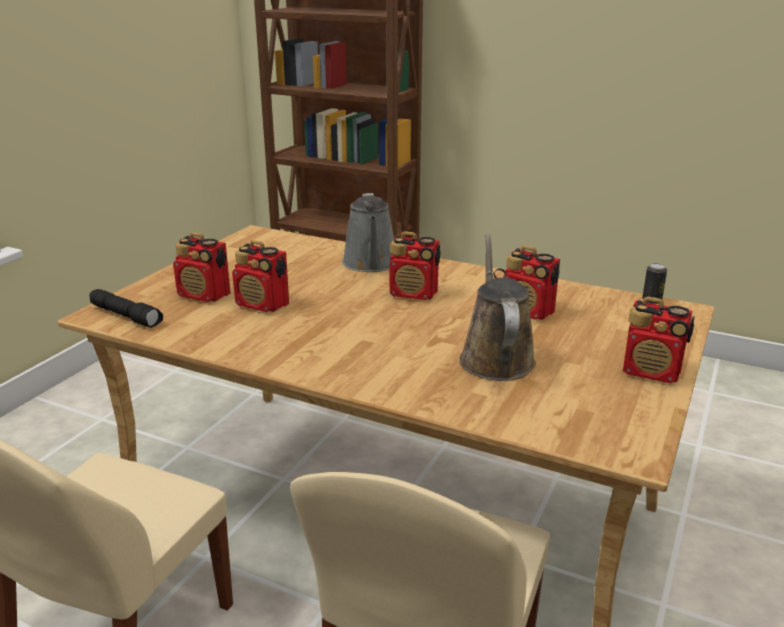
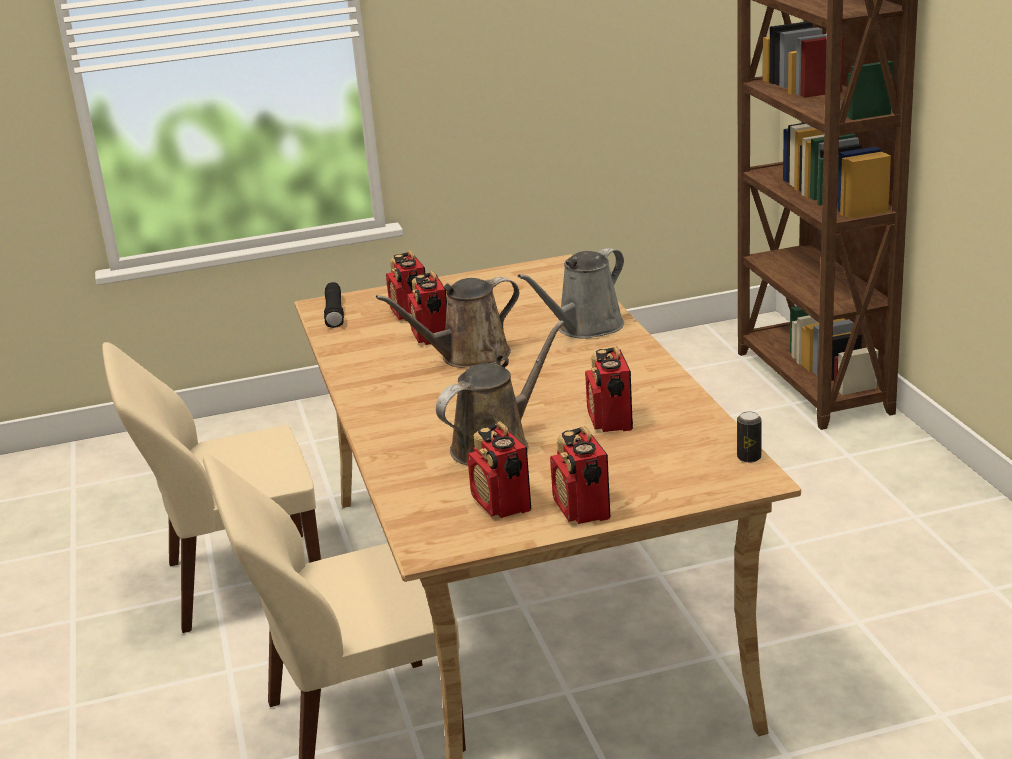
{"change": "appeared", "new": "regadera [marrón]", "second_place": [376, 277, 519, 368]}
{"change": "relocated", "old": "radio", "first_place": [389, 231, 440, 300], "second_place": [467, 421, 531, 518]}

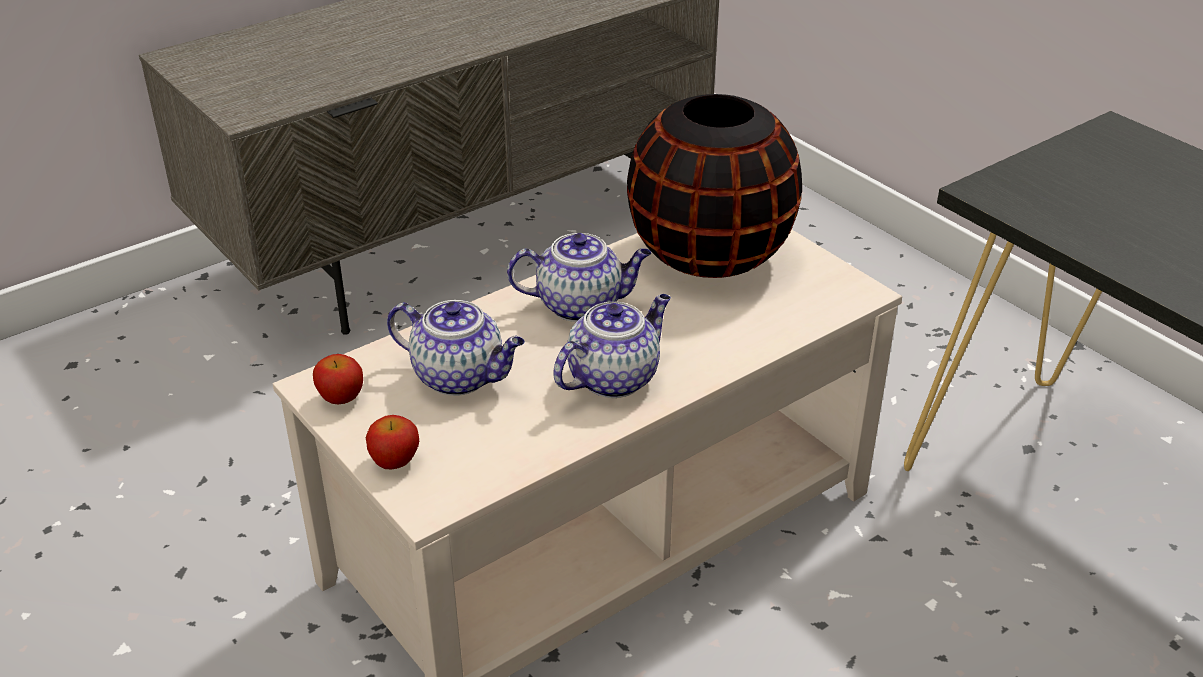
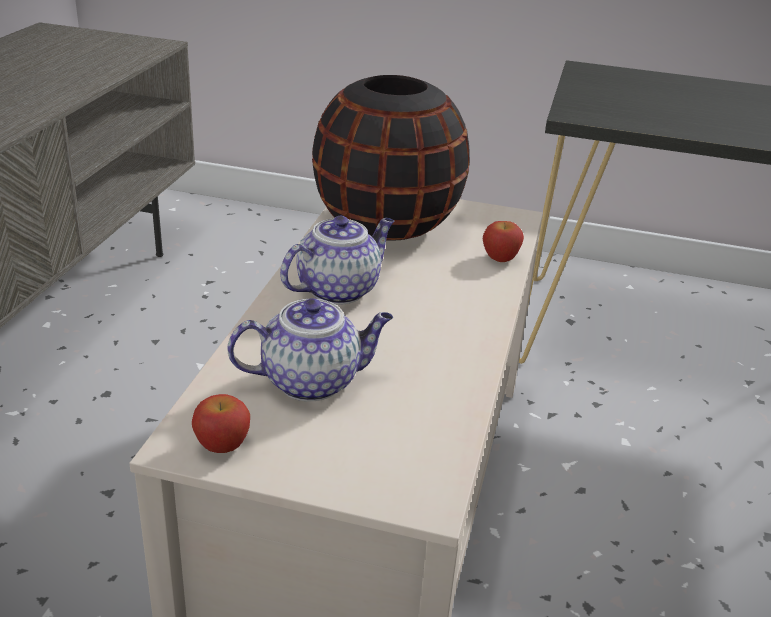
{"change": "relocated", "old": "manzana", "first_place": [366, 415, 419, 470], "second_place": [483, 221, 524, 262]}
{"change": "missing", "old": "tetera", "first_place": [553, 294, 671, 398]}

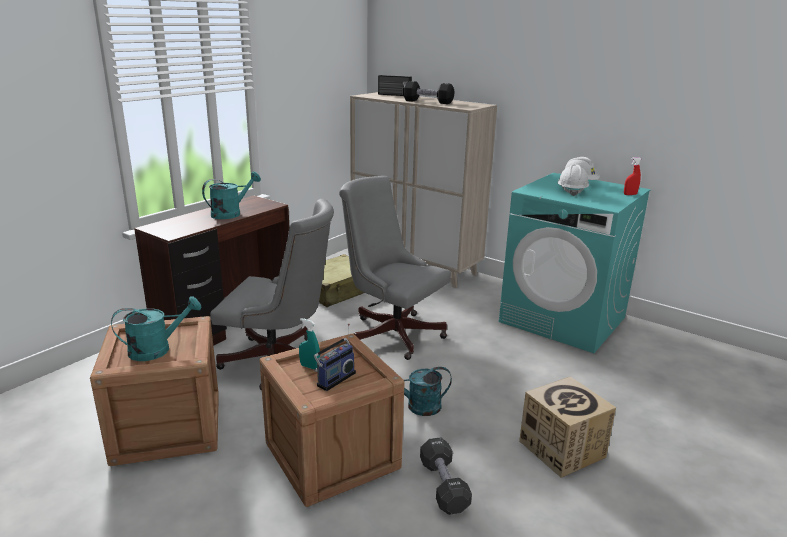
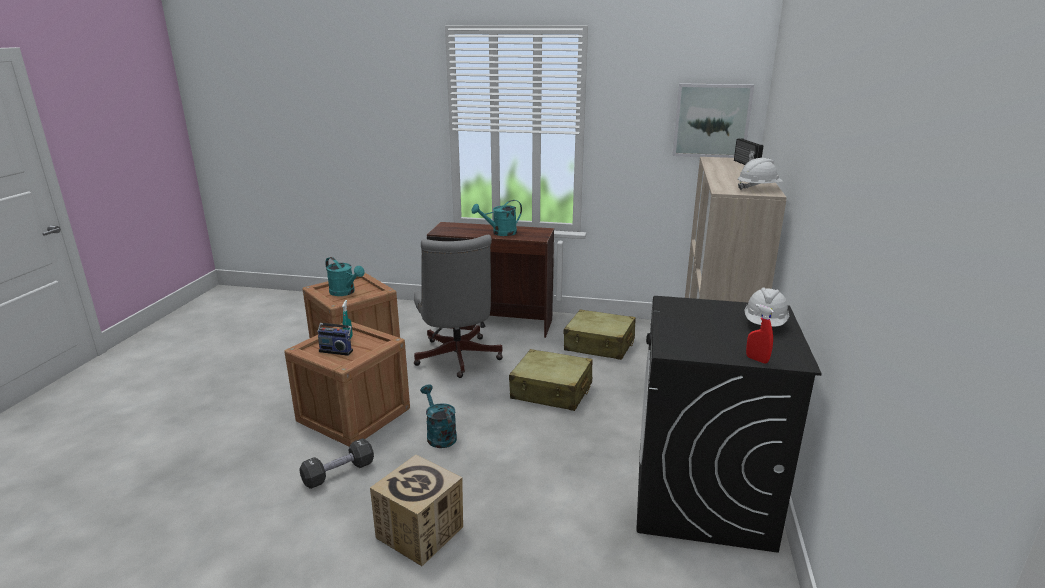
{"change": "spun", "old": "regadera [turquesa]", "first_place": [202, 171, 261, 219], "second_place": [472, 200, 522, 236], "degrees": 135}
{"change": "exchanged", "old": "silla de oficina [gris]", "new": "maleta [beis]", "first_place": [339, 176, 451, 360], "second_place": [509, 349, 593, 411]}
{"change": "colour", "old": "lavadora [turquesa]", "new": "lavadora [negro]", "first_place": [499, 173, 651, 353], "second_place": [636, 296, 822, 553]}
{"change": "appeared", "new": "cuadro", "second_place": [673, 83, 754, 158]}
{"change": "relocated", "old": "casco [blanco]", "first_place": [557, 164, 589, 197], "second_place": [738, 158, 784, 190]}
{"change": "missing", "old": "mancuerna [negro]", "first_place": [403, 81, 454, 104]}

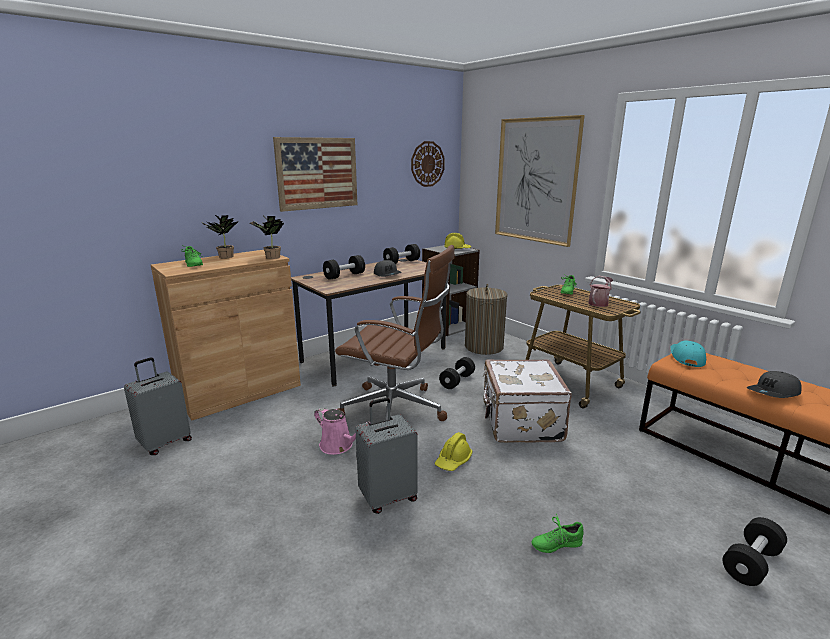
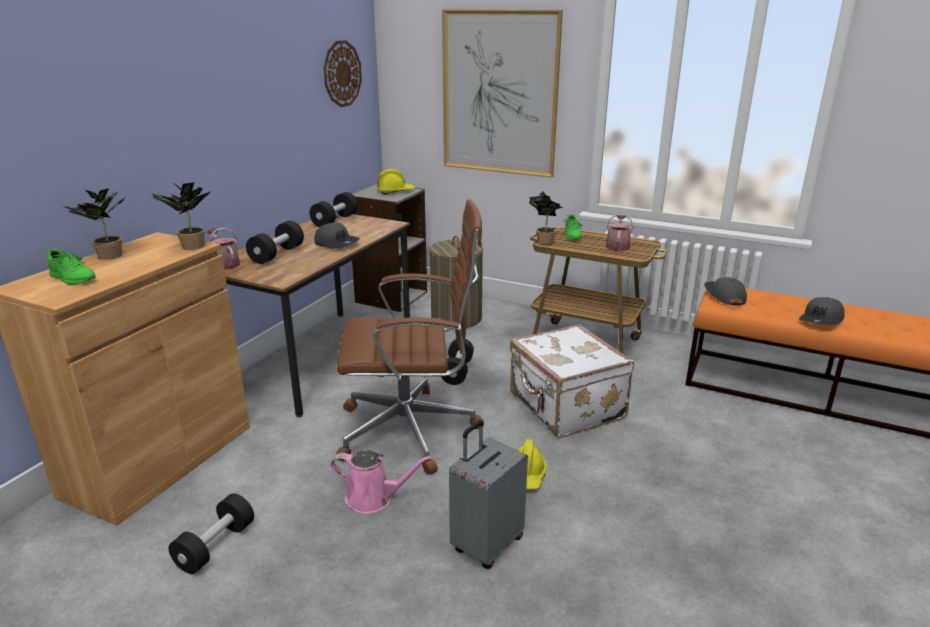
{"change": "relocated", "old": "mancuerna [negro]", "first_place": [723, 517, 787, 586], "second_place": [168, 493, 254, 574]}
{"change": "appeared", "new": "regadera", "second_place": [207, 227, 240, 270]}
{"change": "appeared", "new": "planta en maceta", "second_place": [529, 191, 563, 245]}
{"change": "colour", "old": "gorra [turquesa]", "new": "gorra [gris]", "first_place": [671, 341, 706, 367], "second_place": [704, 277, 747, 305]}
{"change": "missing", "old": "maleta [gris]", "first_place": [124, 358, 192, 455]}
{"change": "missing", "old": "cuadro", "first_place": [273, 137, 358, 212]}
{"change": "missing", "old": "zapato [verde]", "first_place": [531, 513, 584, 553]}

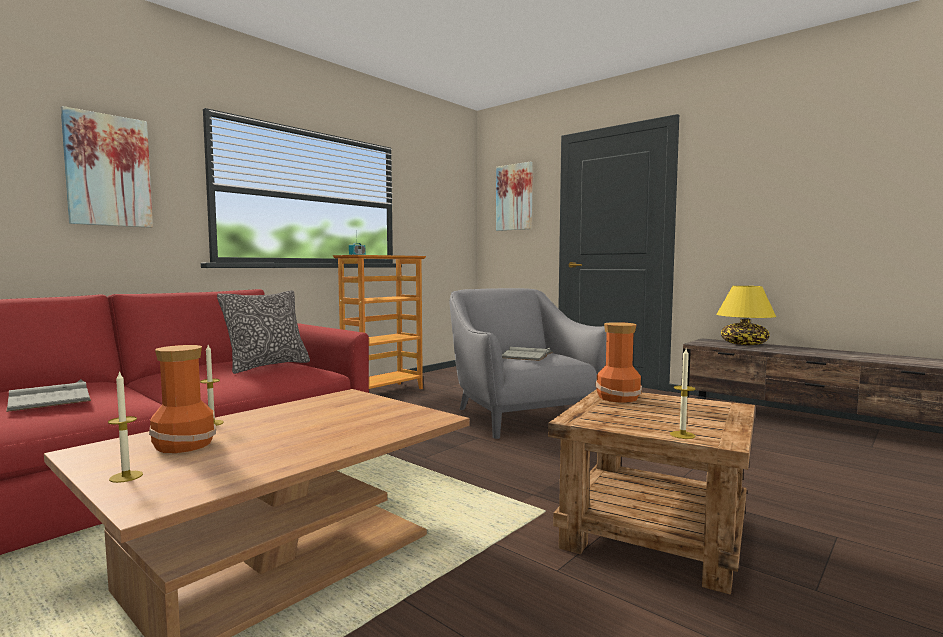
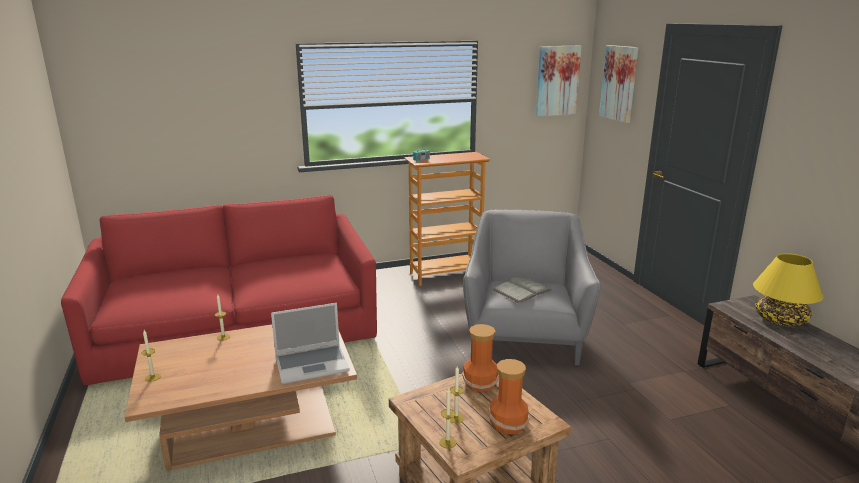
{"change": "appeared", "new": "portátil", "second_place": [271, 303, 350, 384]}
{"change": "appeared", "new": "vela", "second_place": [450, 366, 464, 424]}
{"change": "relocated", "old": "florero", "first_place": [149, 345, 216, 453], "second_place": [488, 359, 529, 434]}
{"change": "relocated", "old": "cuadro", "first_place": [61, 106, 153, 228], "second_place": [536, 46, 582, 117]}
{"change": "missing", "old": "libro [gris]", "first_place": [6, 379, 91, 412]}
{"change": "missing", "old": "cojín", "first_place": [217, 290, 310, 374]}

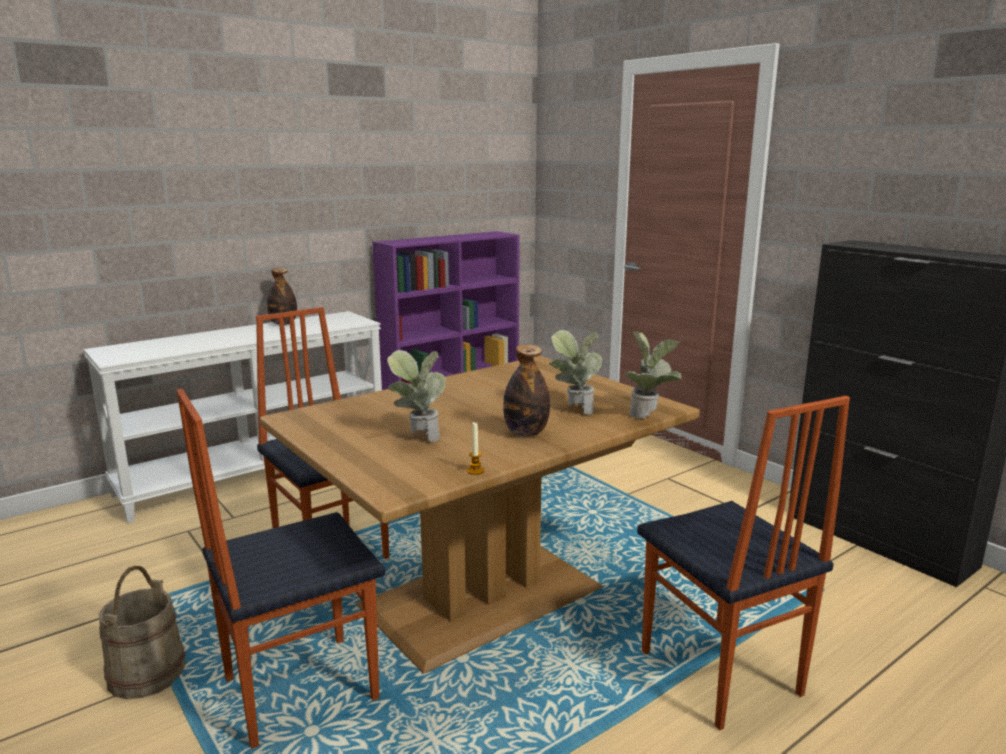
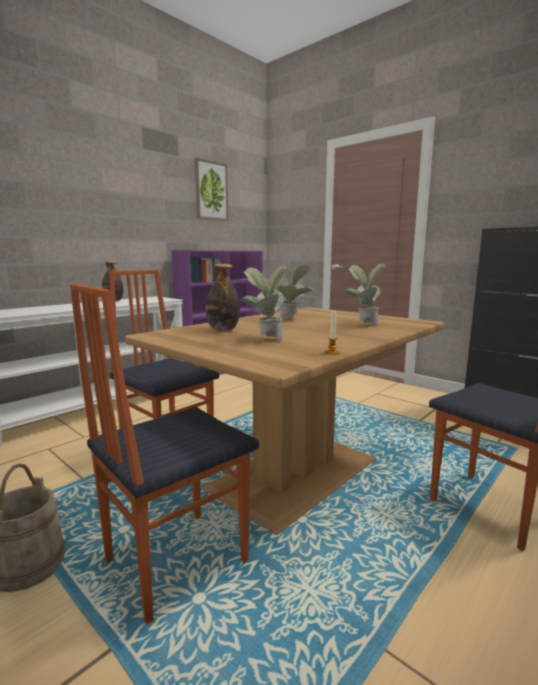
{"change": "appeared", "new": "cuadro", "second_place": [195, 158, 228, 221]}
{"change": "relocated", "old": "botella", "first_place": [503, 344, 550, 436], "second_place": [206, 264, 240, 331]}
{"change": "relocated", "old": "planta en maceta", "first_place": [625, 331, 682, 418], "second_place": [276, 263, 313, 319]}

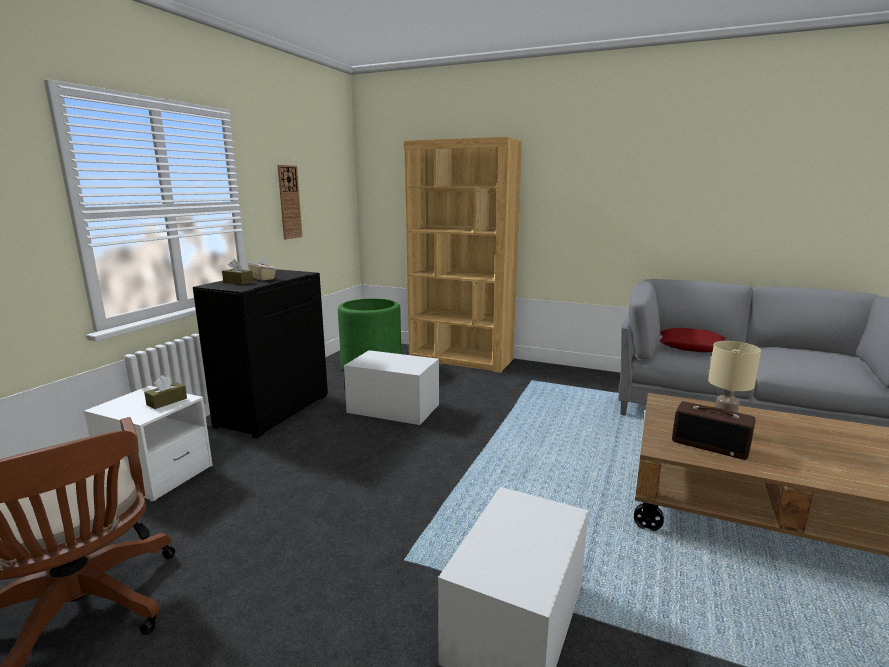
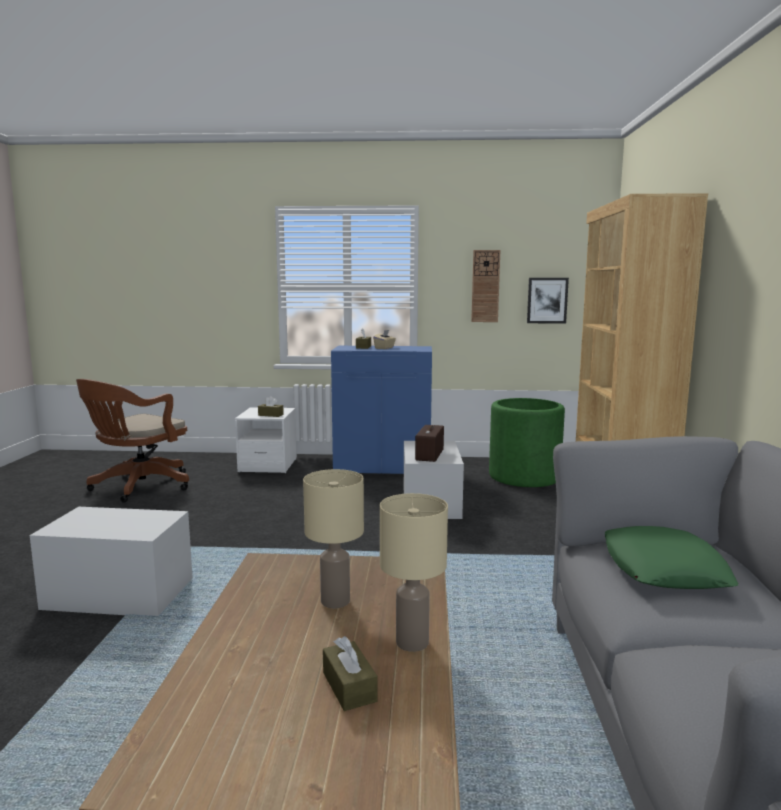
{"change": "appeared", "new": "caja de pañuelos [marrón]", "second_place": [323, 636, 378, 711]}
{"change": "colour", "old": "armario [negro]", "new": "armario [azul]", "first_place": [193, 269, 328, 439], "second_place": [331, 346, 432, 474]}
{"change": "appeared", "new": "lámpara de mesa [beis]", "second_place": [380, 493, 448, 652]}
{"change": "relocated", "old": "radio", "first_place": [672, 401, 755, 460], "second_place": [415, 425, 444, 462]}
{"change": "appeared", "new": "cuadro", "second_place": [527, 278, 569, 324]}
{"change": "colour", "old": "cojín [rojo]", "new": "cojín [verde]", "first_place": [660, 328, 726, 352], "second_place": [605, 526, 739, 589]}

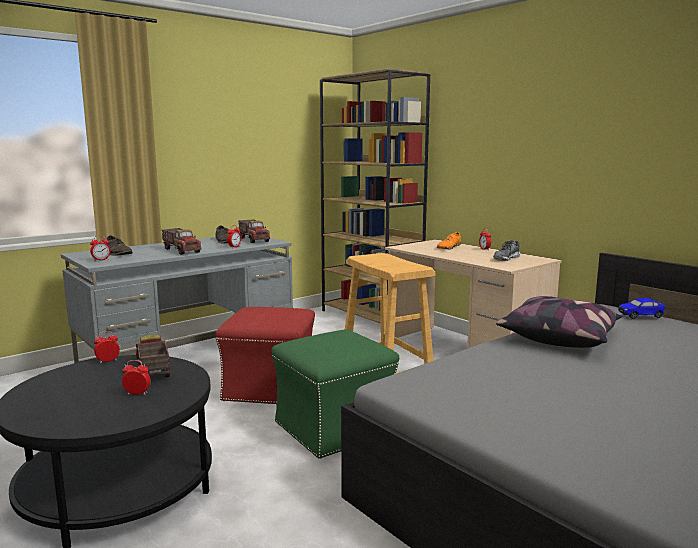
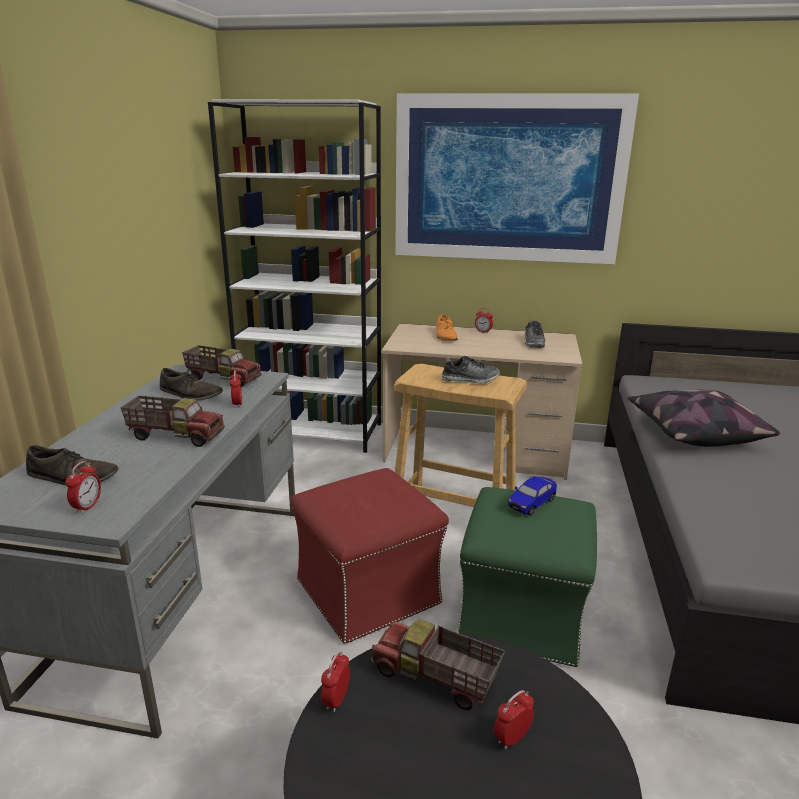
{"change": "colour", "old": "estantería [marrón]", "new": "estantería [blanco]", "first_place": [320, 68, 430, 324], "second_place": [208, 99, 381, 453]}
{"change": "appeared", "new": "cuadro", "second_place": [395, 93, 639, 264]}
{"change": "appeared", "new": "zapato", "second_place": [441, 356, 500, 384]}
{"change": "relocated", "old": "coche de juguete", "first_place": [618, 298, 665, 319], "second_place": [508, 476, 557, 516]}

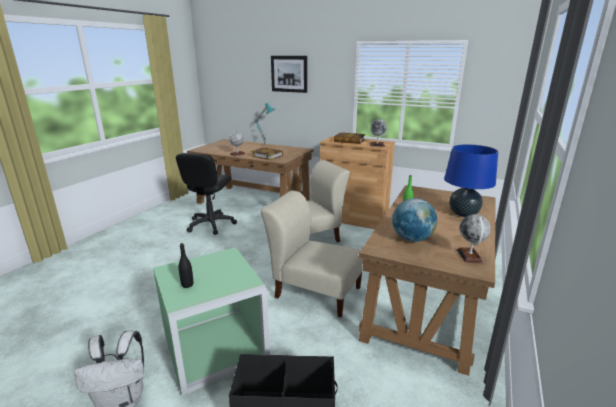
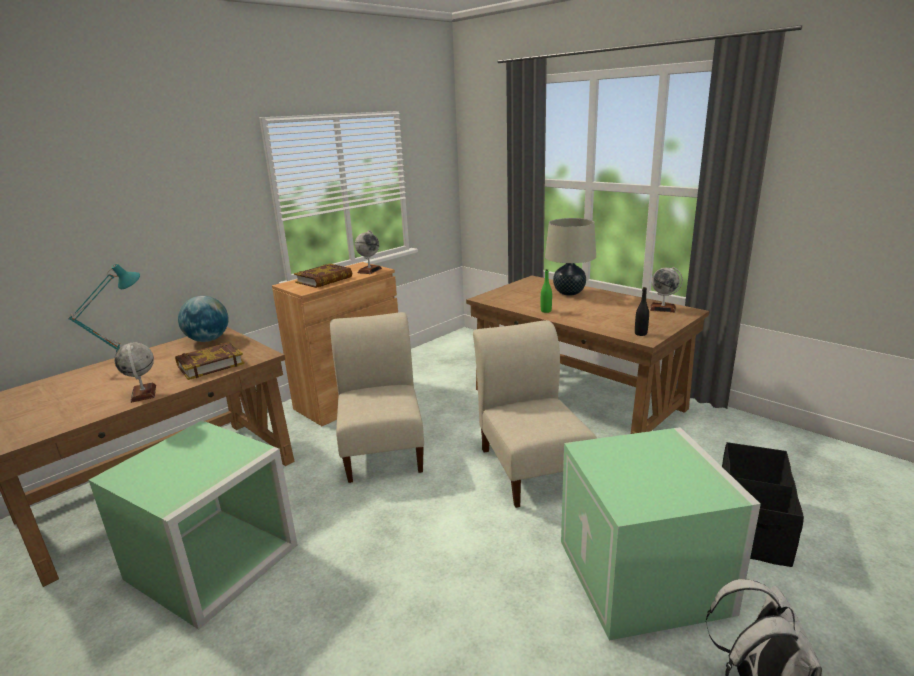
{"change": "exchanged", "old": "silla de oficina [negro]", "new": "caja de almacenaje [verde]", "first_place": [176, 153, 237, 235], "second_place": [88, 420, 298, 630]}
{"change": "relocated", "old": "globo terráqueo", "first_place": [392, 198, 437, 242], "second_place": [178, 296, 229, 342]}
{"change": "spun", "old": "silla [beis]", "first_place": [261, 190, 363, 317], "second_place": [473, 320, 597, 508], "degrees": 120}
{"change": "colour", "old": "lámpara de mesa [azul]", "new": "lámpara de mesa [beis]", "first_place": [444, 144, 498, 217], "second_place": [545, 218, 596, 296]}
{"change": "relocated", "old": "botella [negro]", "first_place": [179, 243, 193, 288], "second_place": [635, 287, 649, 336]}
{"change": "missing", "old": "cuadro", "first_place": [271, 56, 307, 93]}

